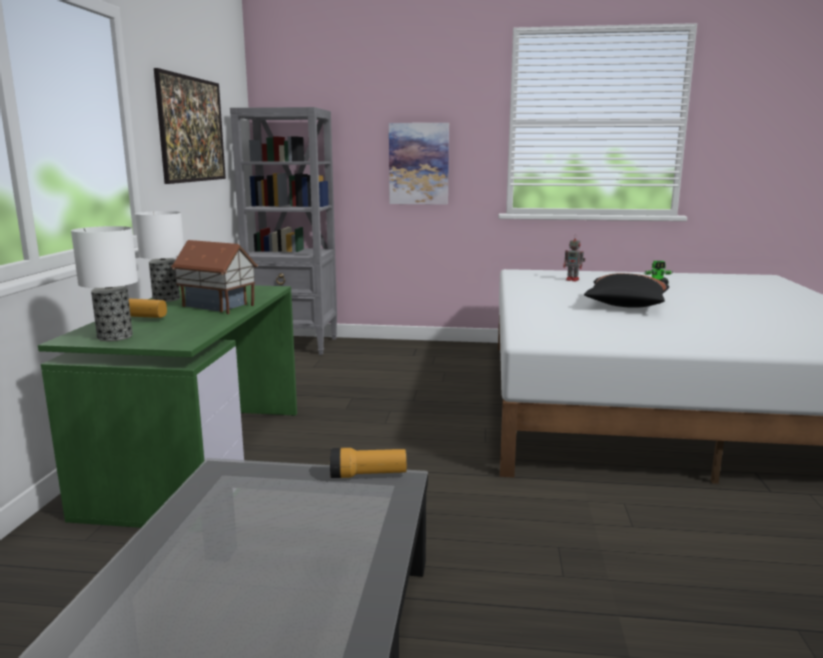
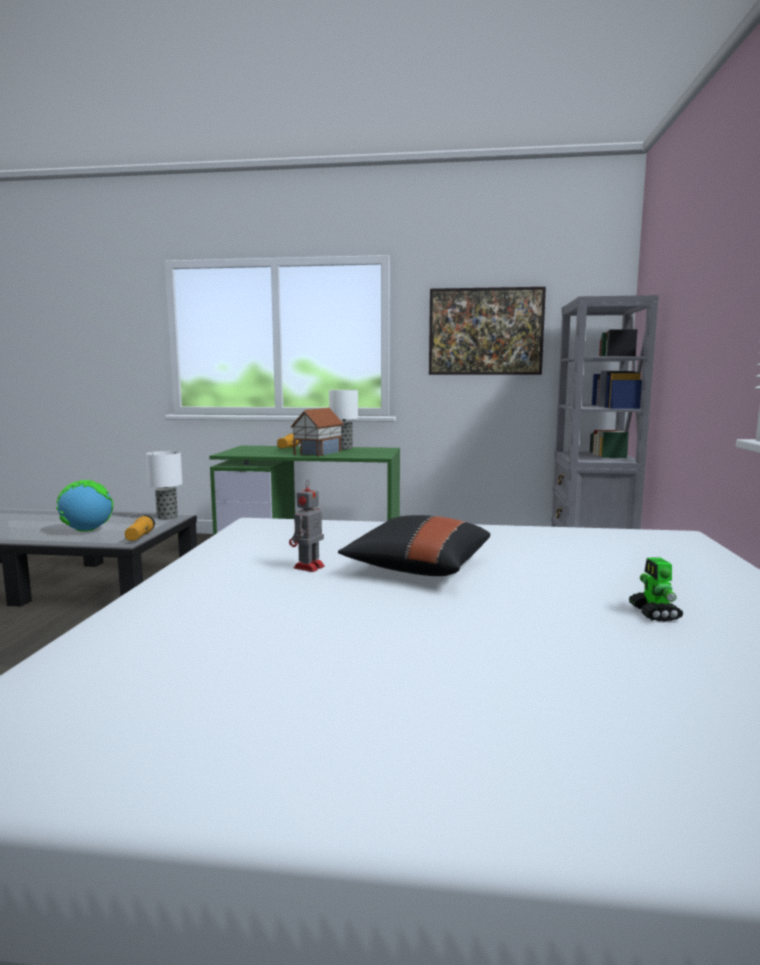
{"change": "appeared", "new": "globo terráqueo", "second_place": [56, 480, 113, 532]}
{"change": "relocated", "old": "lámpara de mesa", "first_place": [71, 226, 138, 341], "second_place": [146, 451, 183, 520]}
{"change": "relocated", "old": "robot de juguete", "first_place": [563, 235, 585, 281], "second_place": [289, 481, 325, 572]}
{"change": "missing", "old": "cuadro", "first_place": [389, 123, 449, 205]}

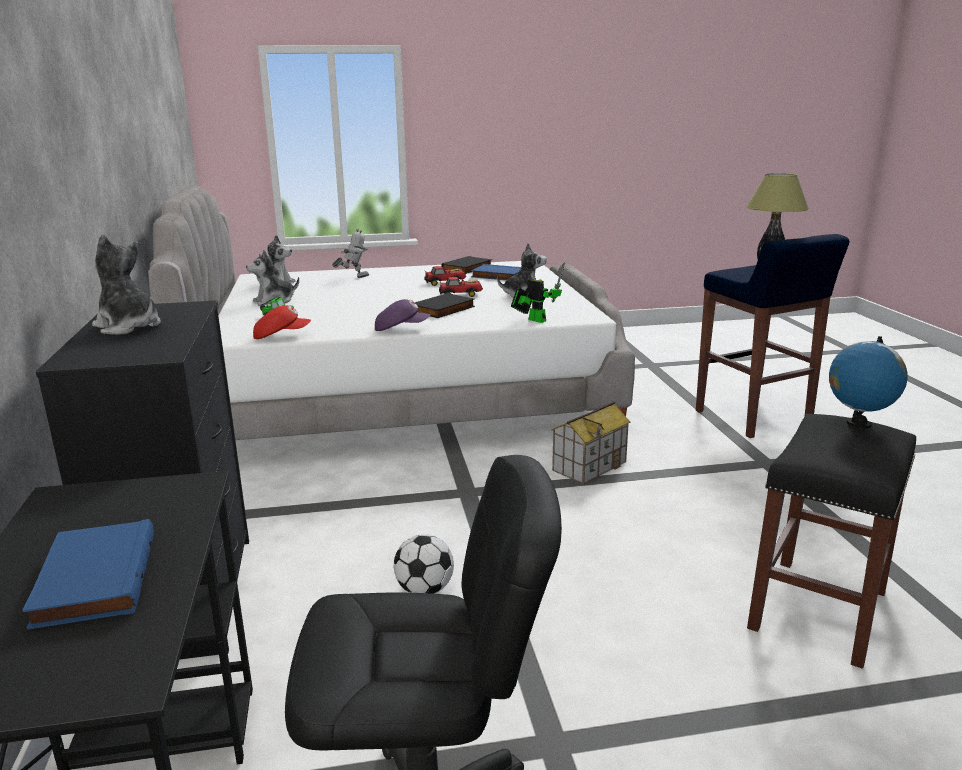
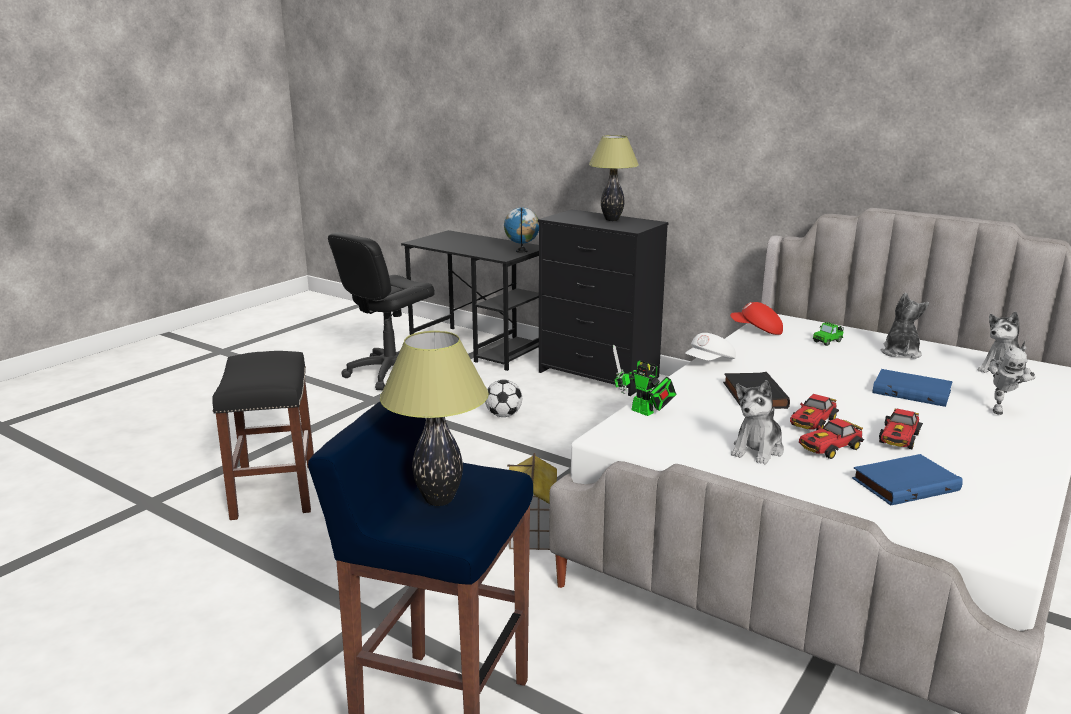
{"change": "relocated", "old": "globo terráqueo", "first_place": [829, 336, 908, 429], "second_place": [504, 207, 539, 253]}
{"change": "exchanged", "old": "peluche", "new": "lámpara de mesa", "first_place": [92, 234, 161, 335], "second_place": [589, 135, 639, 221]}
{"change": "spun", "old": "robot de juguete", "first_place": [511, 262, 565, 323], "second_place": [613, 344, 676, 416], "degrees": 45}
{"change": "colour", "old": "gorra [morado]", "new": "gorra [blanco]", "first_place": [375, 299, 430, 331], "second_place": [685, 333, 736, 360]}
{"change": "spun", "old": "gorra [rojo]", "first_place": [253, 306, 311, 339], "second_place": [730, 302, 783, 335], "degrees": 75}
{"change": "appeared", "new": "coche de juguete", "second_place": [799, 418, 864, 459]}
{"change": "relocated", "old": "libro [azul]", "first_place": [22, 519, 154, 630], "second_place": [872, 369, 953, 407]}
{"change": "missing", "old": "libro [negro]", "first_place": [441, 256, 492, 274]}

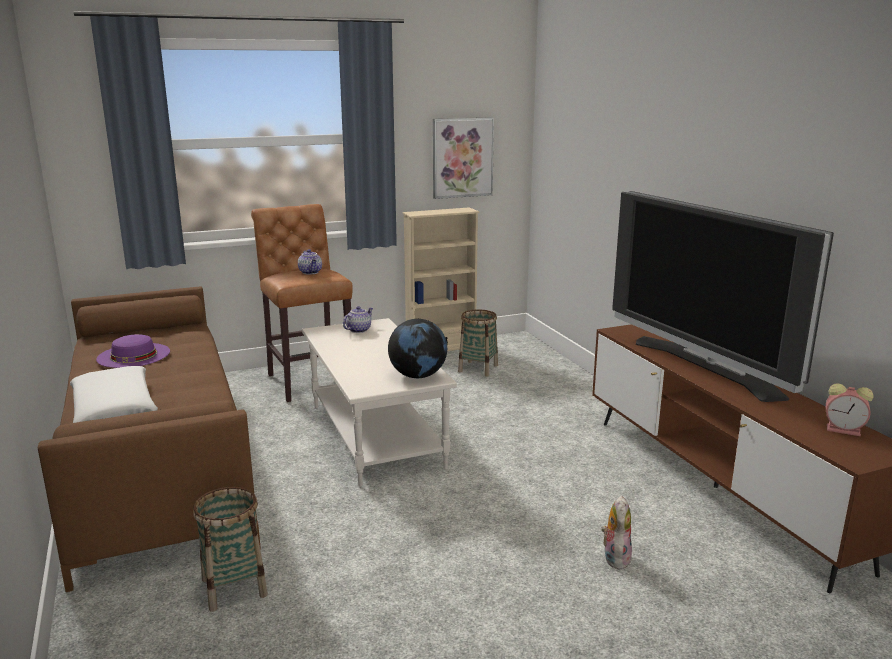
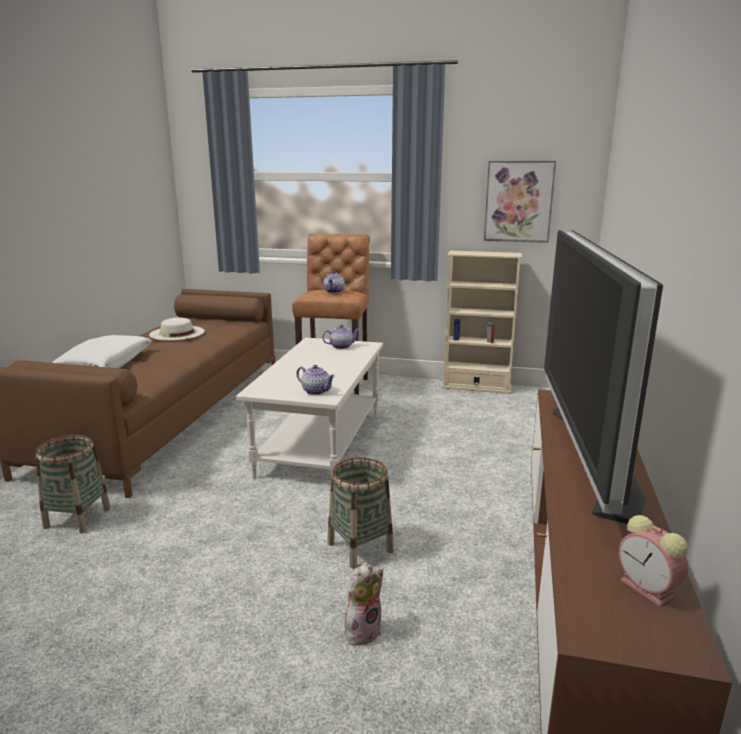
{"change": "colour", "old": "sombrero [morado]", "new": "sombrero [blanco]", "first_place": [96, 334, 170, 368], "second_place": [149, 318, 205, 341]}
{"change": "exchanged", "old": "globo terráqueo", "new": "tetera", "first_place": [388, 319, 447, 378], "second_place": [297, 365, 335, 395]}
{"change": "relocated", "old": "cesta", "first_place": [458, 310, 498, 376], "second_place": [327, 457, 394, 569]}

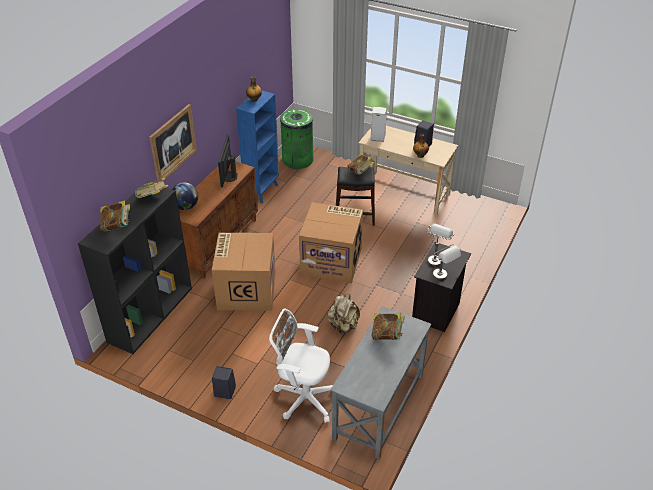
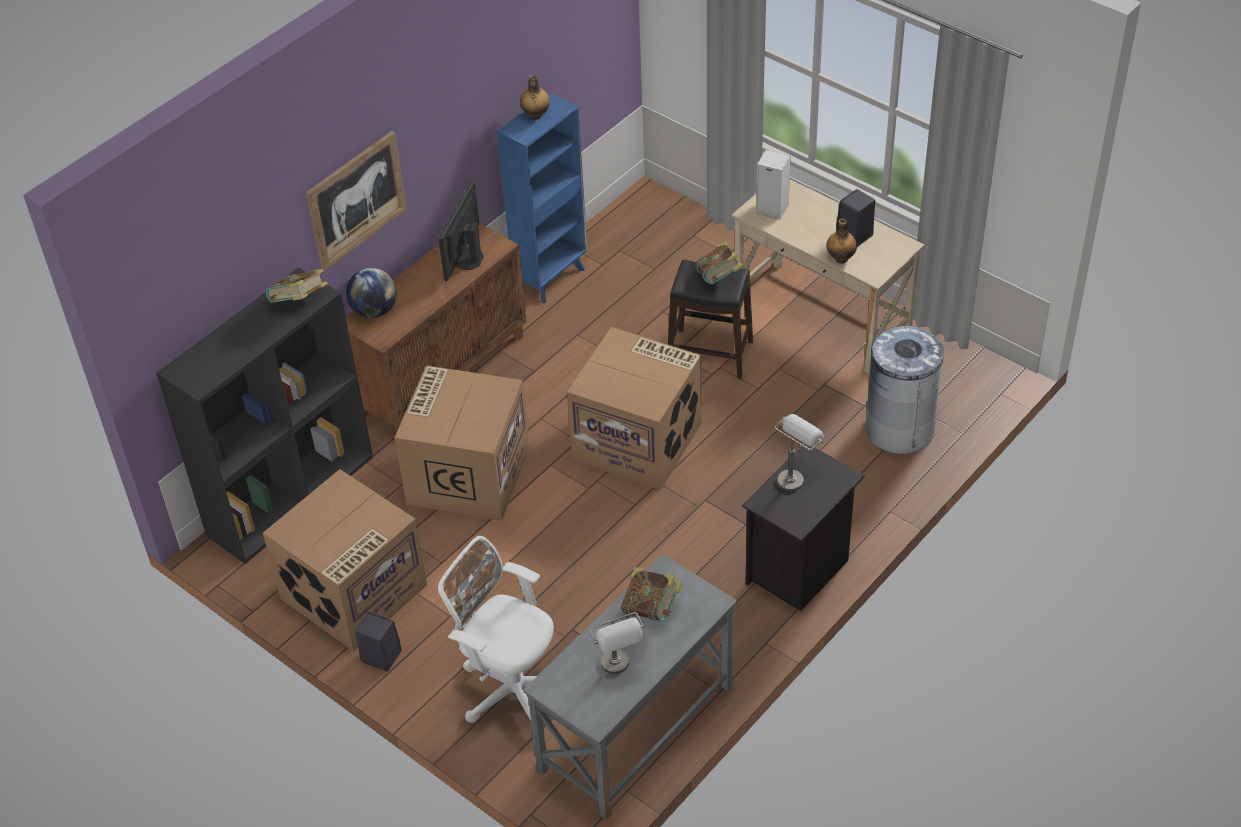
{"change": "appeared", "new": "caja de cartón", "second_place": [263, 469, 427, 651]}
{"change": "relocated", "old": "lámpara de mesa [gris]", "first_place": [433, 244, 461, 280], "second_place": [589, 612, 645, 674]}
{"change": "appeared", "new": "papelera [gris]", "second_place": [865, 326, 945, 454]}
{"change": "missing", "old": "libro", "first_place": [100, 201, 130, 232]}
{"change": "missing", "old": "papelera [verde]", "first_place": [280, 109, 314, 169]}
{"change": "missing", "old": "mochila [beis]", "first_place": [327, 294, 360, 334]}

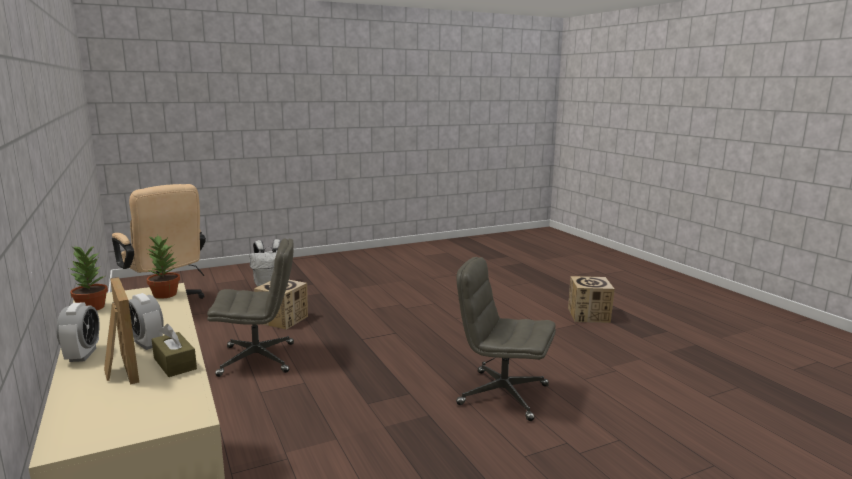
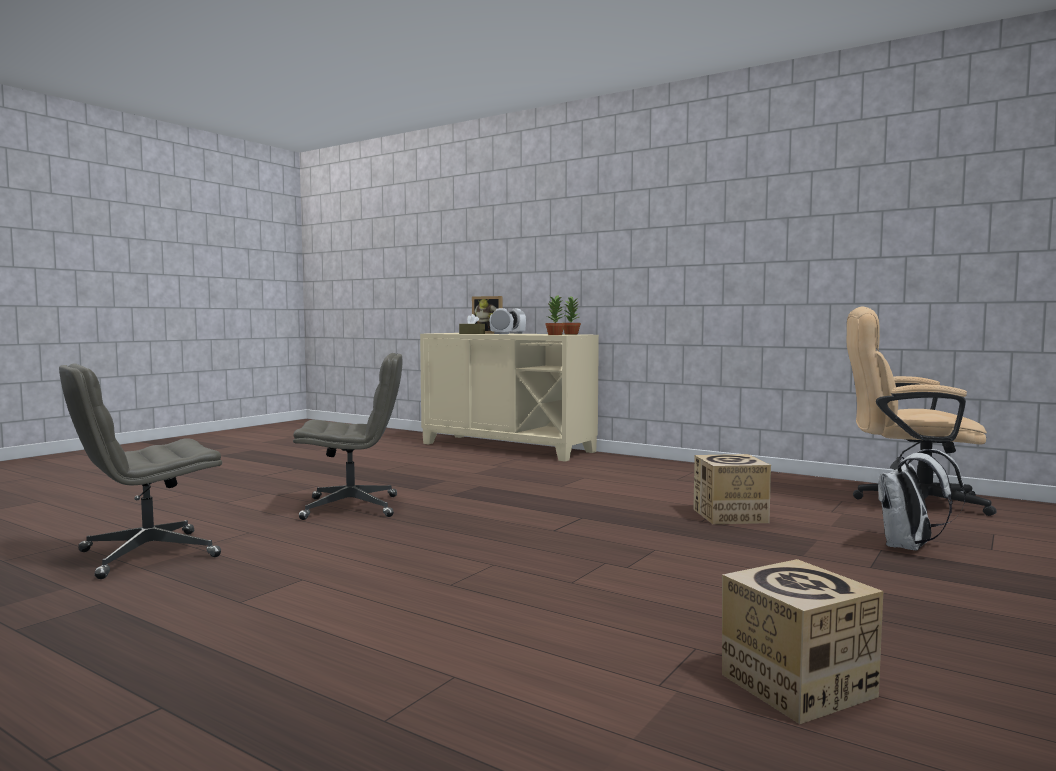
{"change": "relocated", "old": "silla de oficina [gris]", "first_place": [207, 238, 294, 377], "second_place": [59, 363, 222, 579]}
{"change": "relocated", "old": "caja de cartón", "first_place": [568, 276, 615, 323], "second_place": [722, 559, 883, 724]}

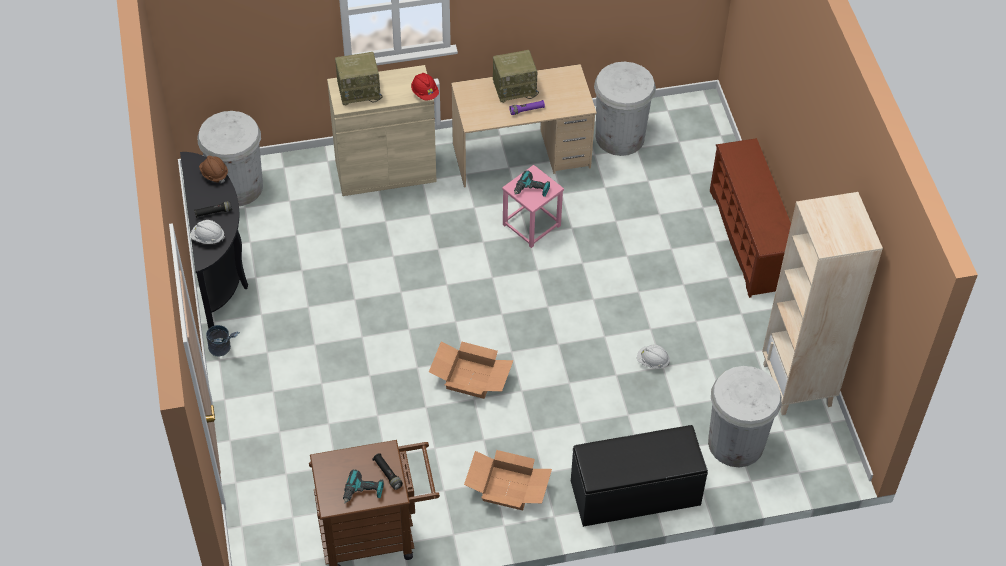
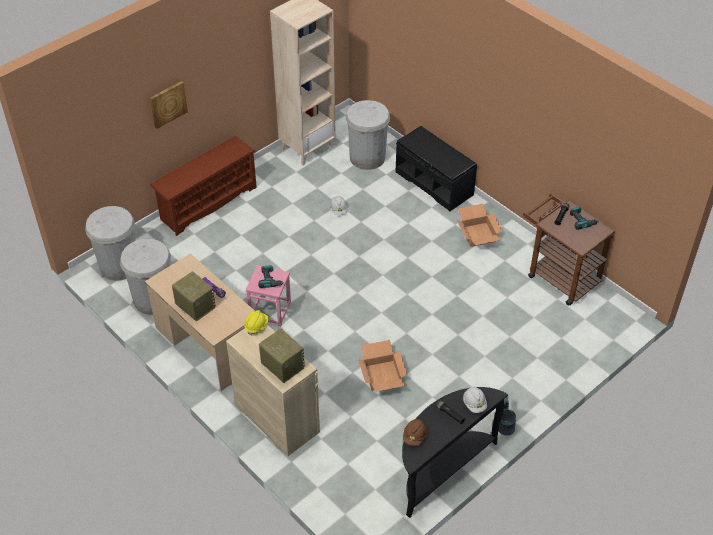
{"change": "relocated", "old": "papelera [blanco]", "first_place": [198, 111, 263, 206], "second_place": [85, 206, 136, 281]}
{"change": "appeared", "new": "cuadro", "second_place": [150, 81, 188, 129]}
{"change": "colour", "old": "casco [rojo]", "new": "casco [amarillo]", "first_place": [411, 73, 439, 100], "second_place": [244, 310, 269, 335]}
{"change": "relocated", "old": "caja de cartón", "first_place": [429, 342, 514, 399], "second_place": [358, 340, 407, 392]}

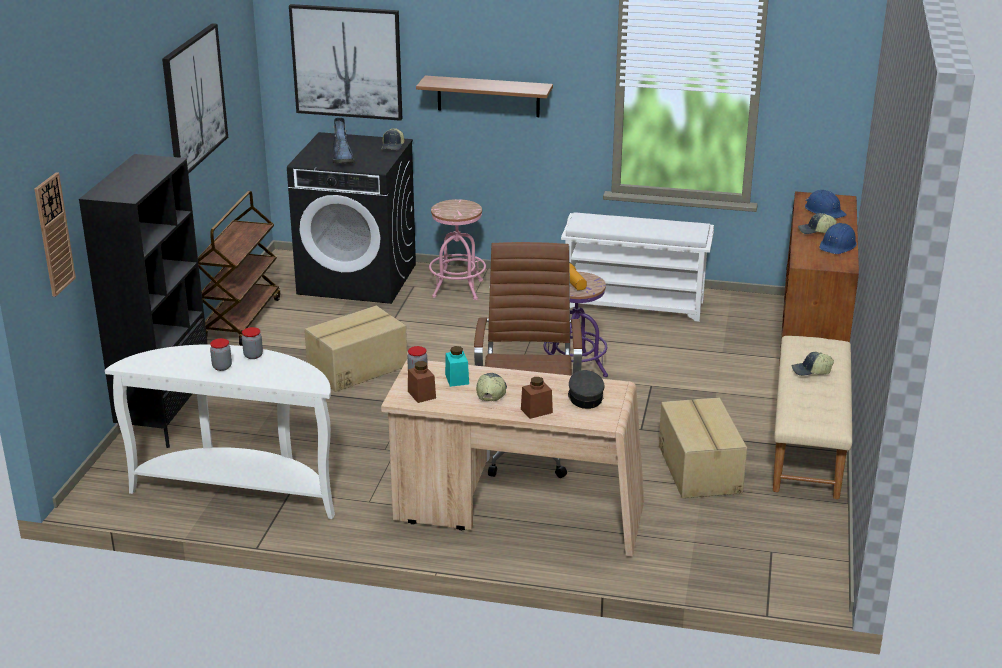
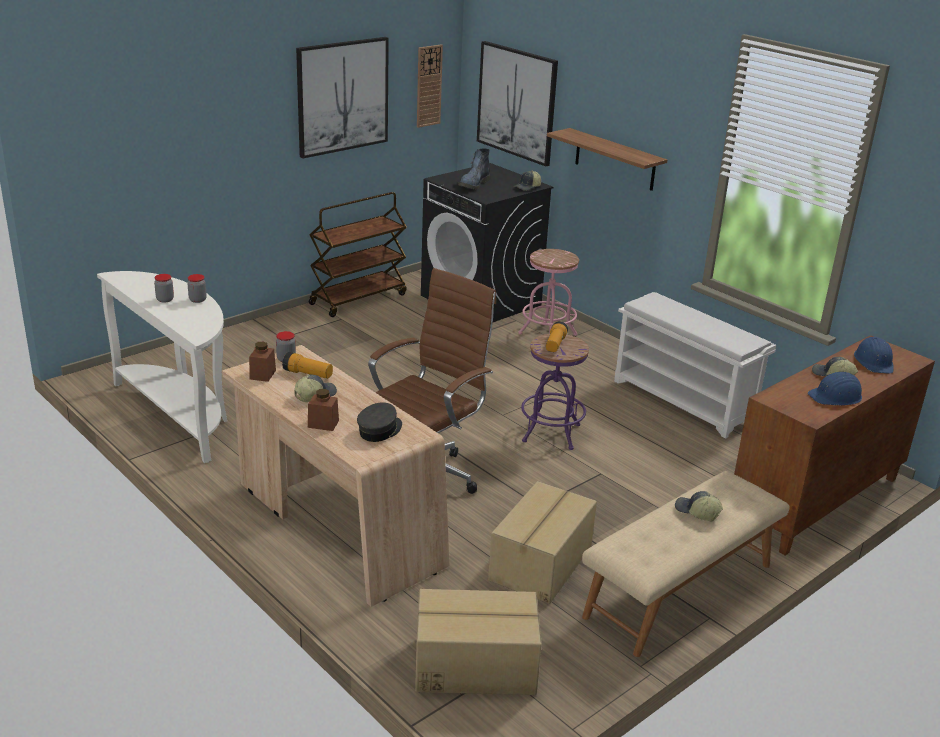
{"change": "exchanged", "old": "tarro [turquesa]", "new": "linterna", "first_place": [445, 346, 469, 387], "second_place": [282, 352, 333, 379]}
{"change": "relocated", "old": "caja de cartón", "first_place": [304, 306, 407, 392], "second_place": [415, 589, 542, 695]}
{"change": "relocated", "old": "reloj de pared", "first_place": [34, 172, 76, 297], "second_place": [417, 44, 443, 128]}
{"change": "missing", "old": "estantería [negro]", "first_place": [79, 154, 207, 448]}

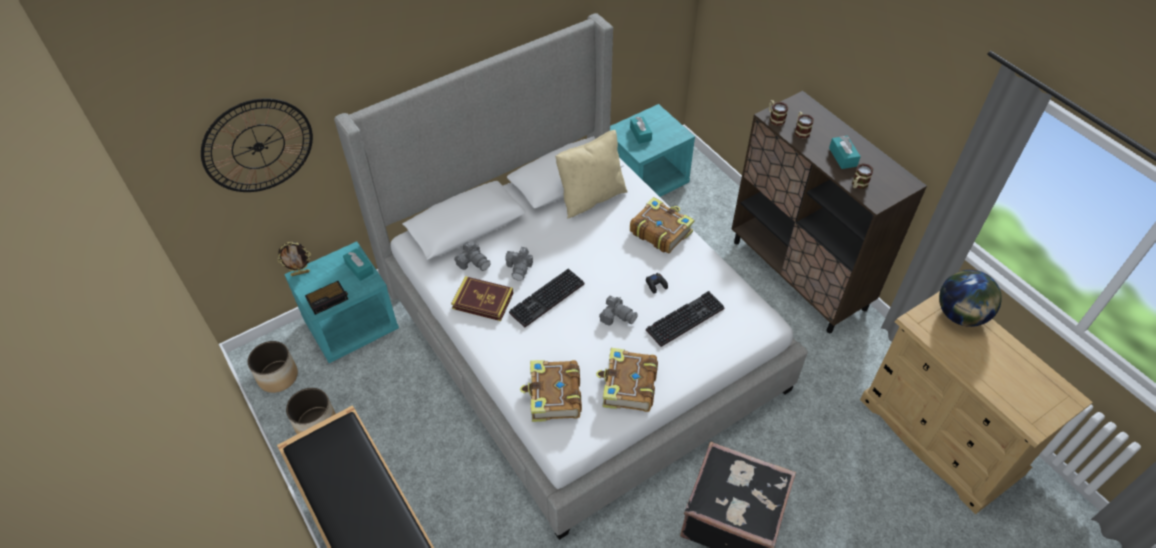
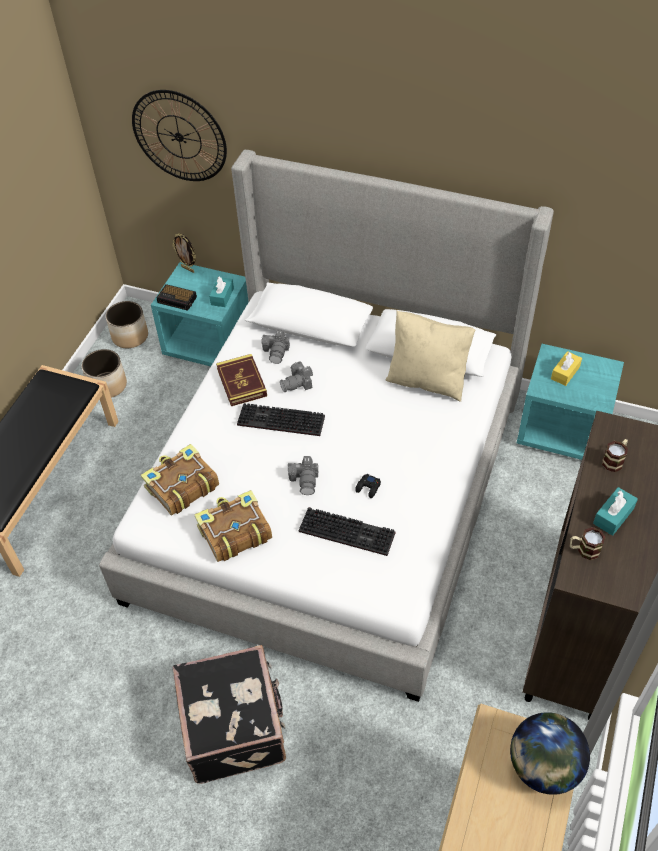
{"change": "colour", "old": "caja de pañuelos [turquesa]", "new": "caja de pañuelos [amarillo]", "first_place": [630, 117, 652, 144], "second_place": [551, 351, 582, 386]}
{"change": "missing", "old": "libro", "first_place": [630, 197, 694, 254]}
{"change": "missing", "old": "taza grande", "first_place": [769, 100, 789, 126]}

